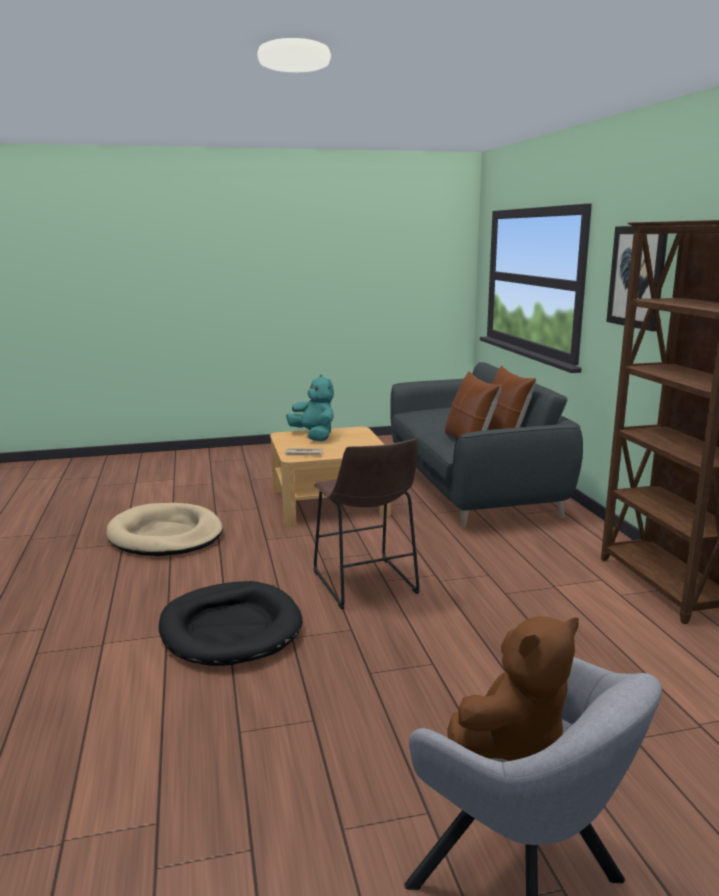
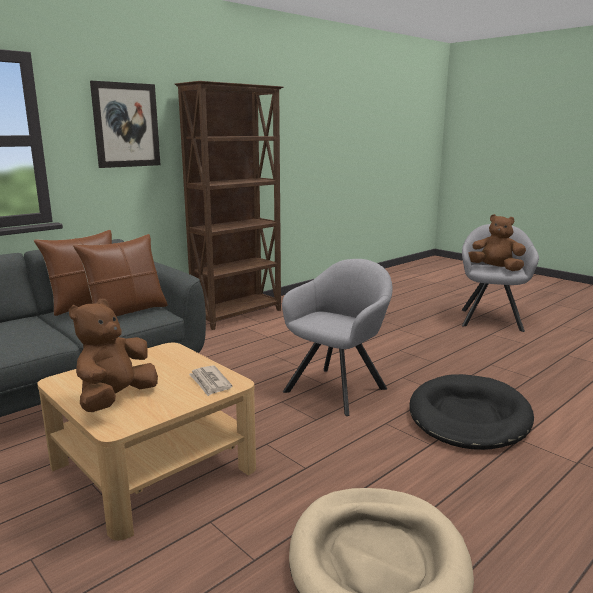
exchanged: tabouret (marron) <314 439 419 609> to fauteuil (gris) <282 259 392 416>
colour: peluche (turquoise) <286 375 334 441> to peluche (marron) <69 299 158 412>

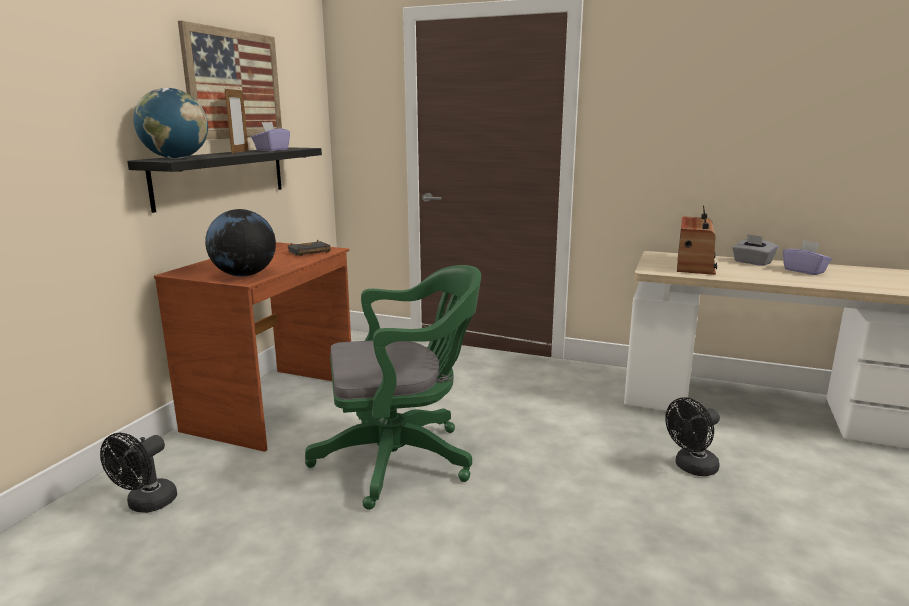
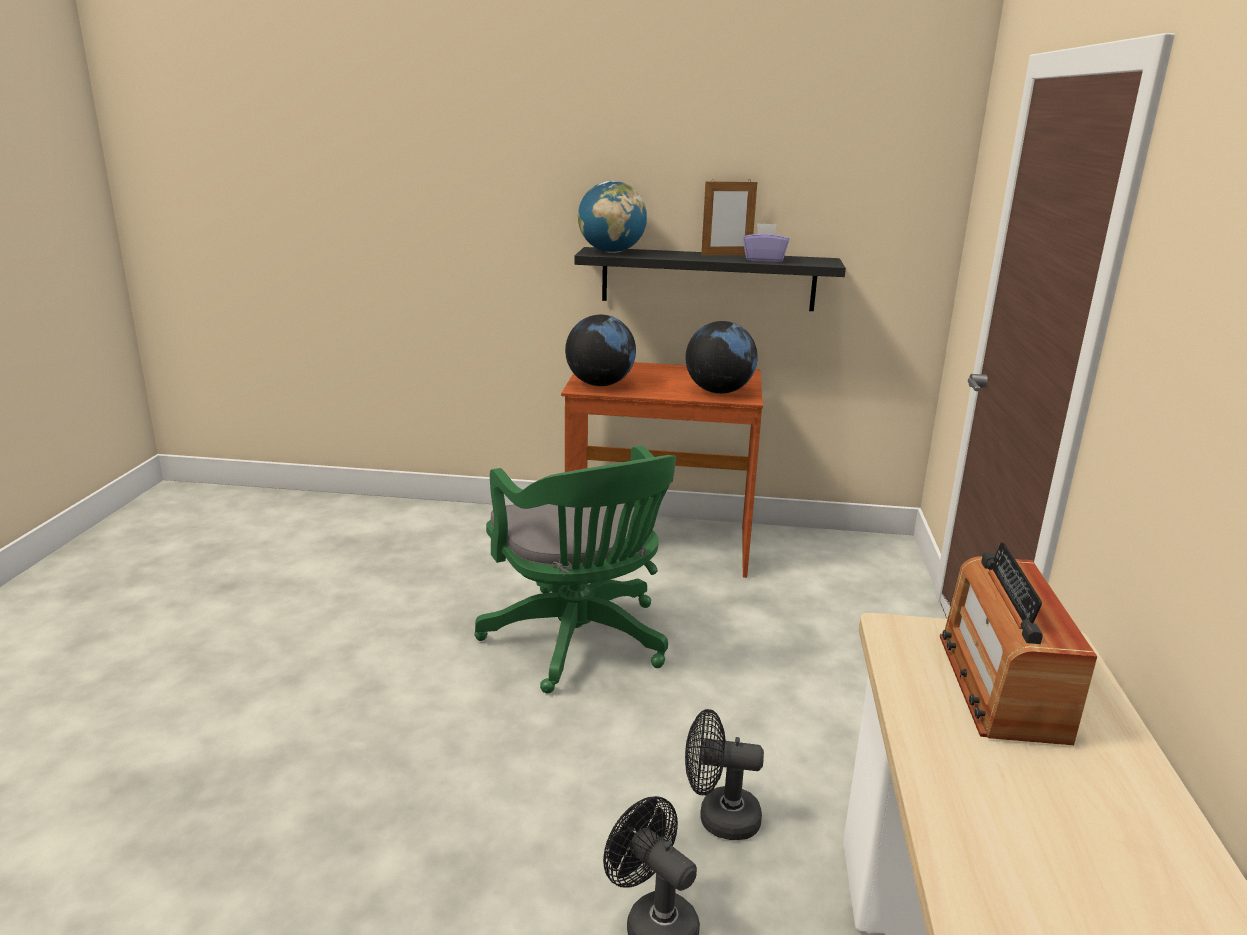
missing: tableau <178 21 282 140>; boîte à mouchoirs (gris) <732 234 778 266>; boîte à mouchoirs (violet) <783 240 832 275>
relocated: ventilateur (noir) <100 433 177 513> to <685 709 764 840>
exchanged: livre (noir) <287 240 331 256> to globe <686 321 758 394>
spun: radio <677 205 717 275> = <940 542 1097 745> 90 degrees clockwise

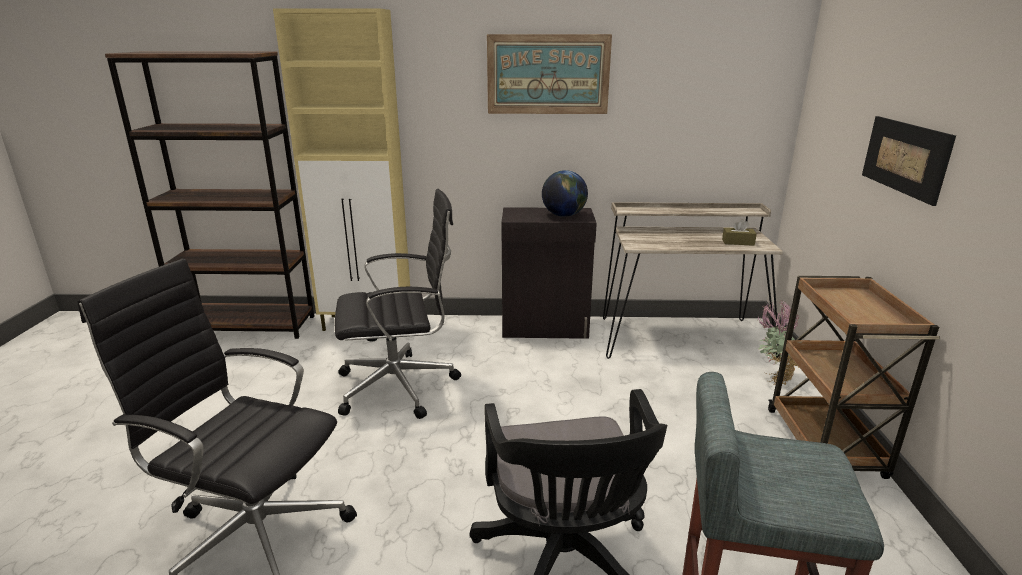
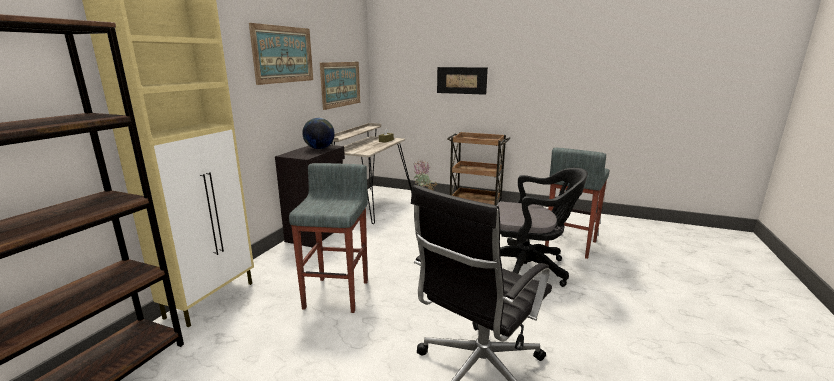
appeared: tableau <320 62 360 110>
exchanged: chaise de bureau (noir) <335 189 461 419> to tabouret (gris) <289 163 368 313>

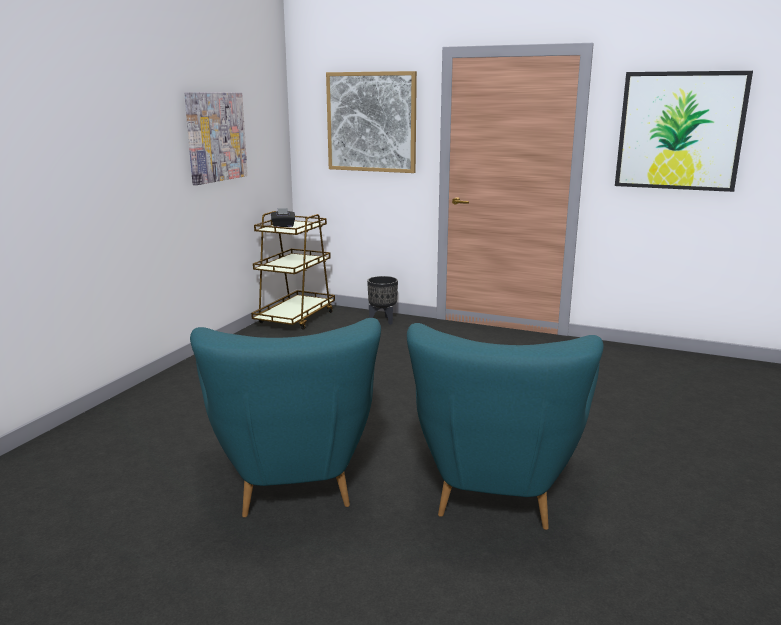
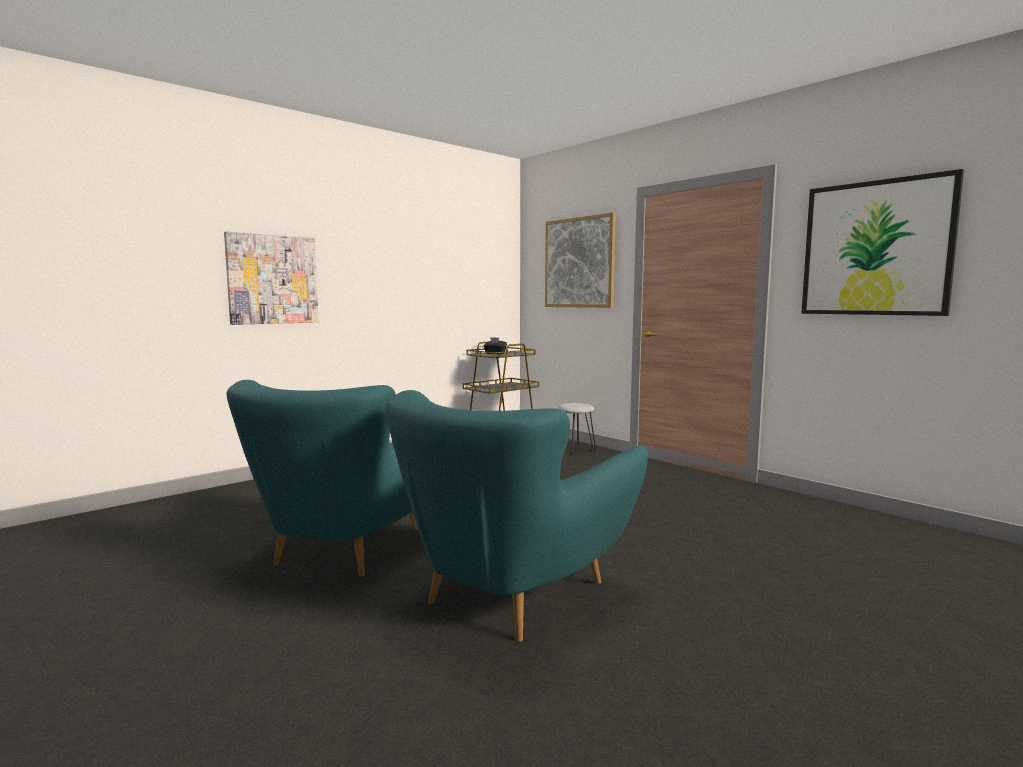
relocated: tableau <184 92 248 185> to <224 231 319 325>
exchanged: cache-pot (noir) <367 276 398 325> to tabouret (gris) <558 403 596 455>

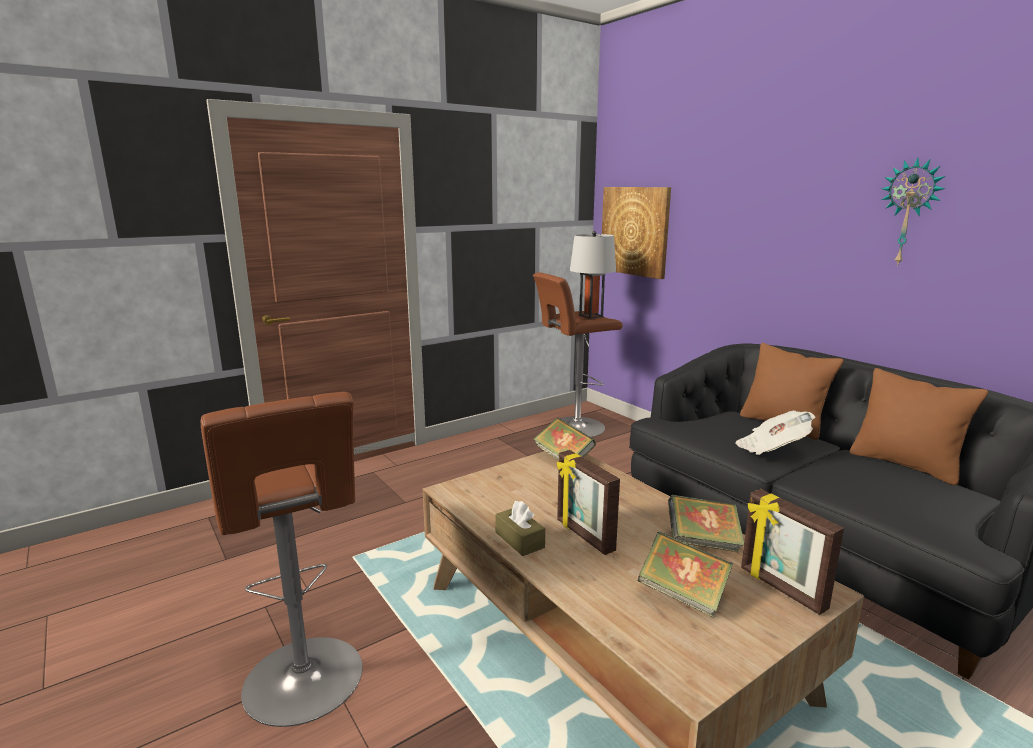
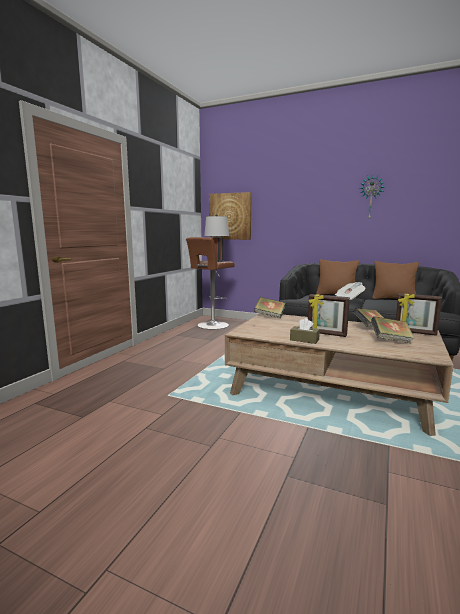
missing: tabouret (marron) <200 392 362 727>

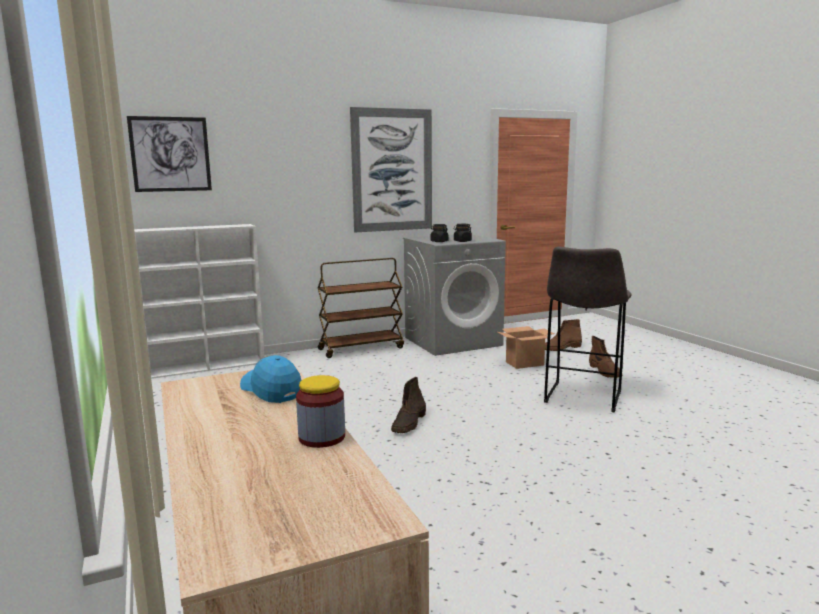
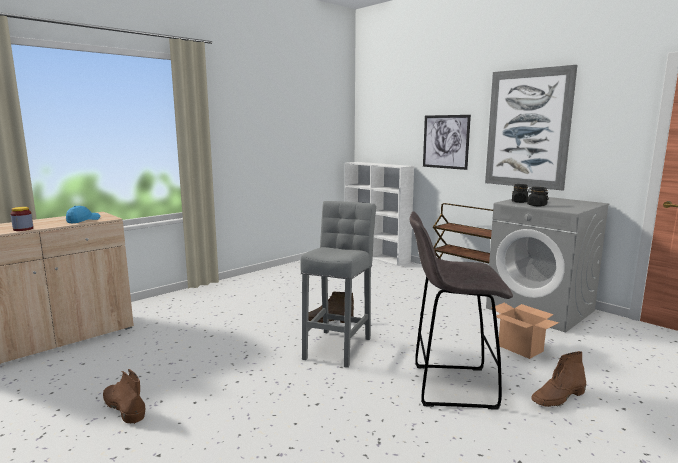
appeared: tabouret (gris) <300 201 376 368>
relocated: botte (marron) <545 319 582 351> to <103 369 145 424>; tableau <127 116 212 192> to <423 115 471 170>

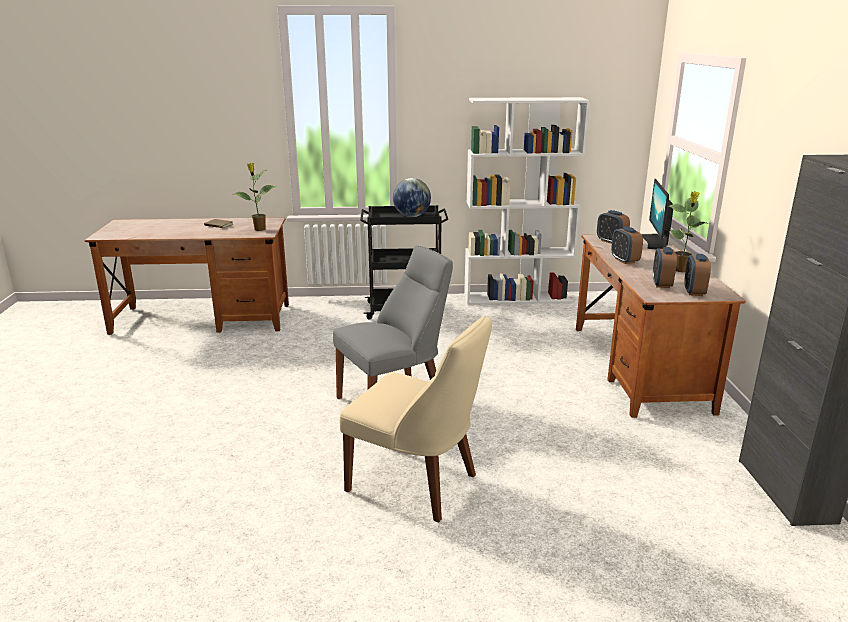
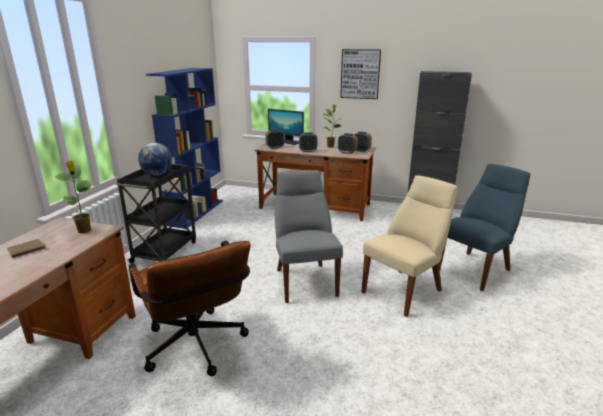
appeared: chaise de bureau (marron) <129 241 251 376>; tableau <340 49 381 99>; chaise (bleu) <439 164 530 291>
colour: bibliothèque (blanc) <464 97 590 305> to bibliothèque (bleu) <146 68 223 229>

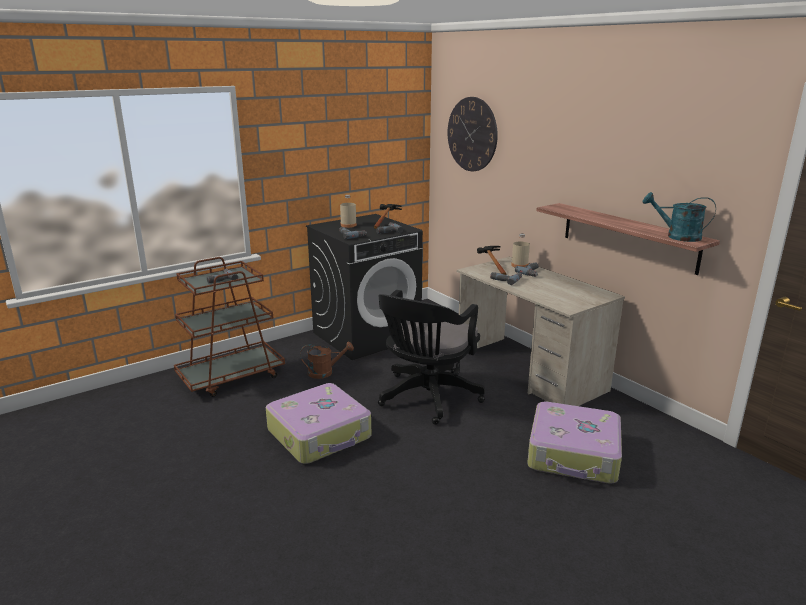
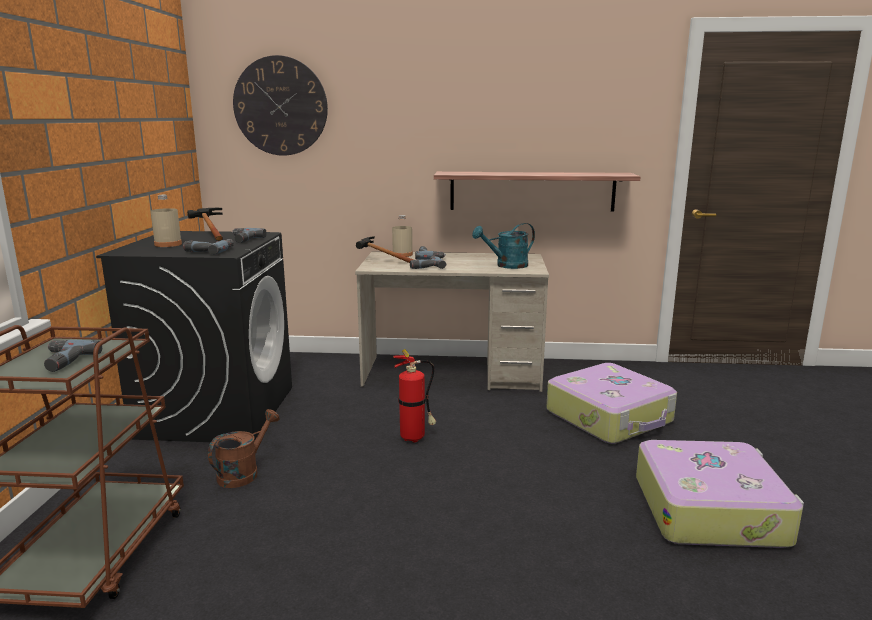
relocated: arrosoir (turquoise) <643 192 716 242> to <472 223 535 269>; valise <266 383 371 464> to <636 440 804 548>
exchanged: chaise de bureau (noir) <378 290 485 425> to extincteur <393 349 436 443>

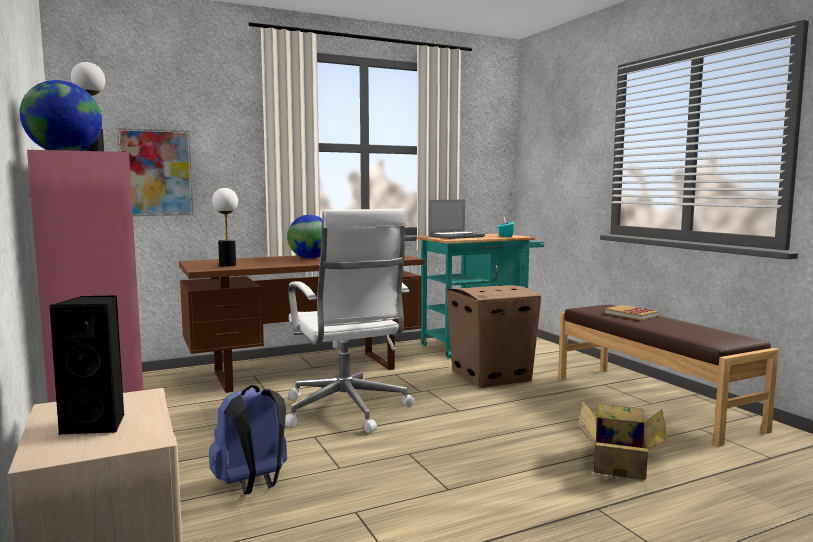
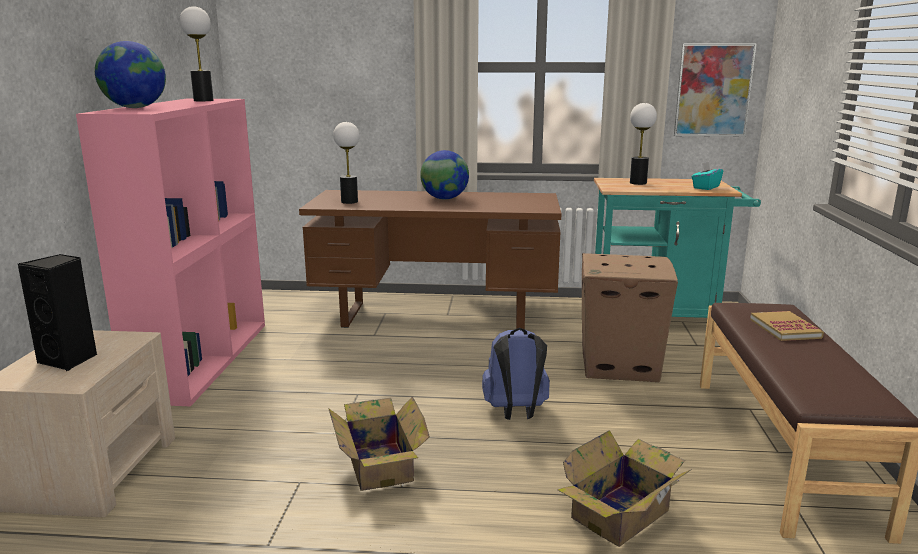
missing: chaise de bureau (blanc) <285 209 415 433>
appeared: carton <328 396 430 491>
relocated: sac à dos (bleu) <209 385 287 495> to <482 328 550 420>; tableau <117 128 193 216> to <674 43 757 137>
exchanged: ordinateur portable <428 200 485 239> to lampe de table <630 103 657 185>

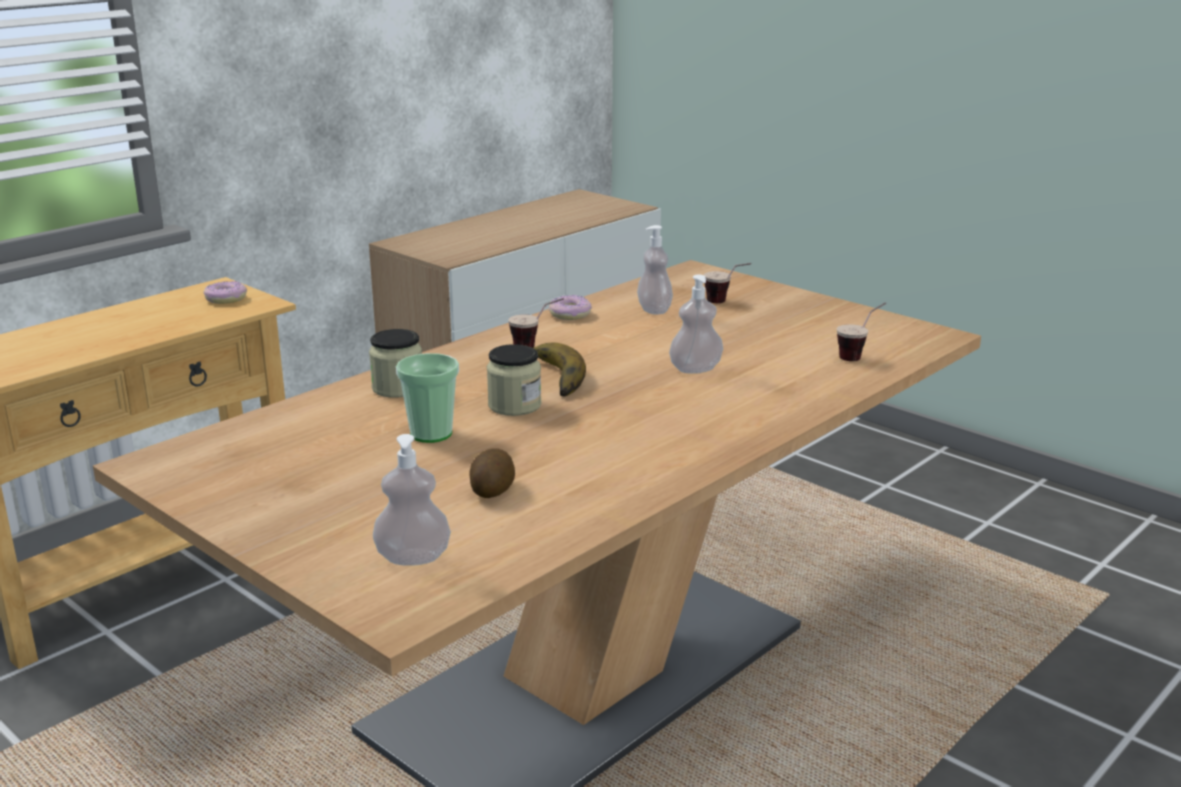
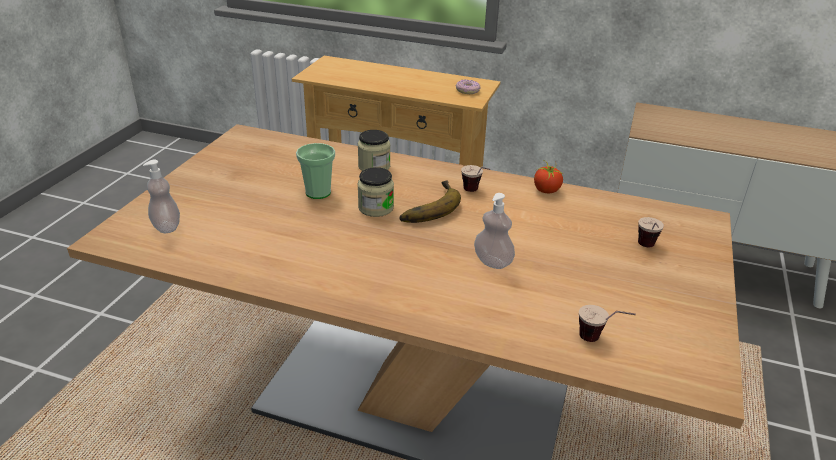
missing: pomme de terre <469 448 515 498>; distributeur de savon <637 225 673 314>
exchanged: beignet <549 295 592 320> to tomate <534 161 563 193>

